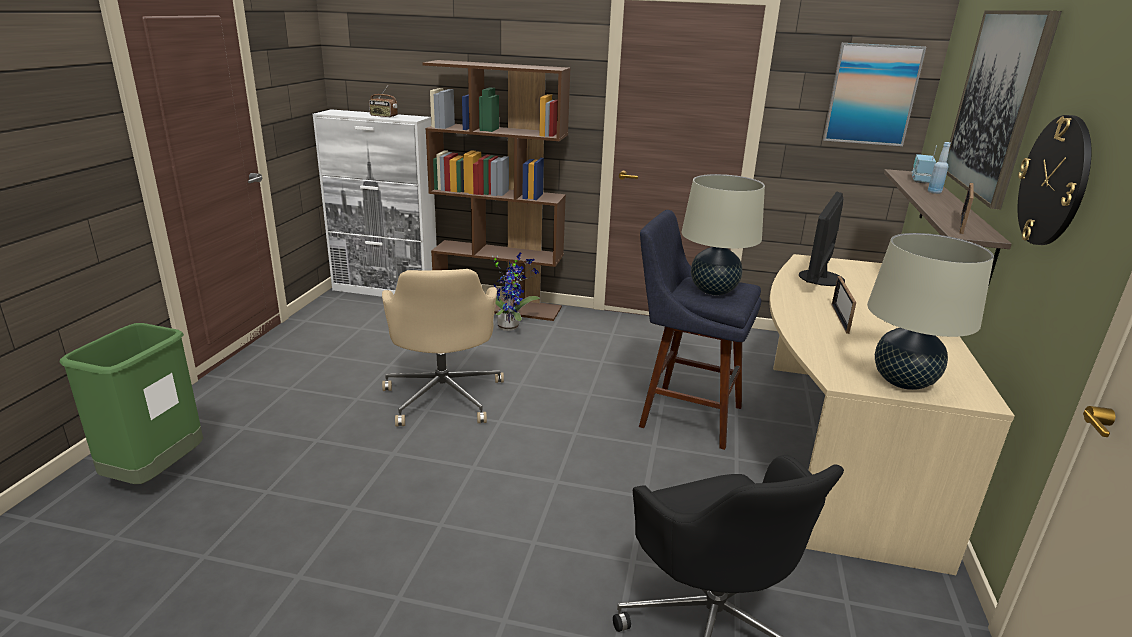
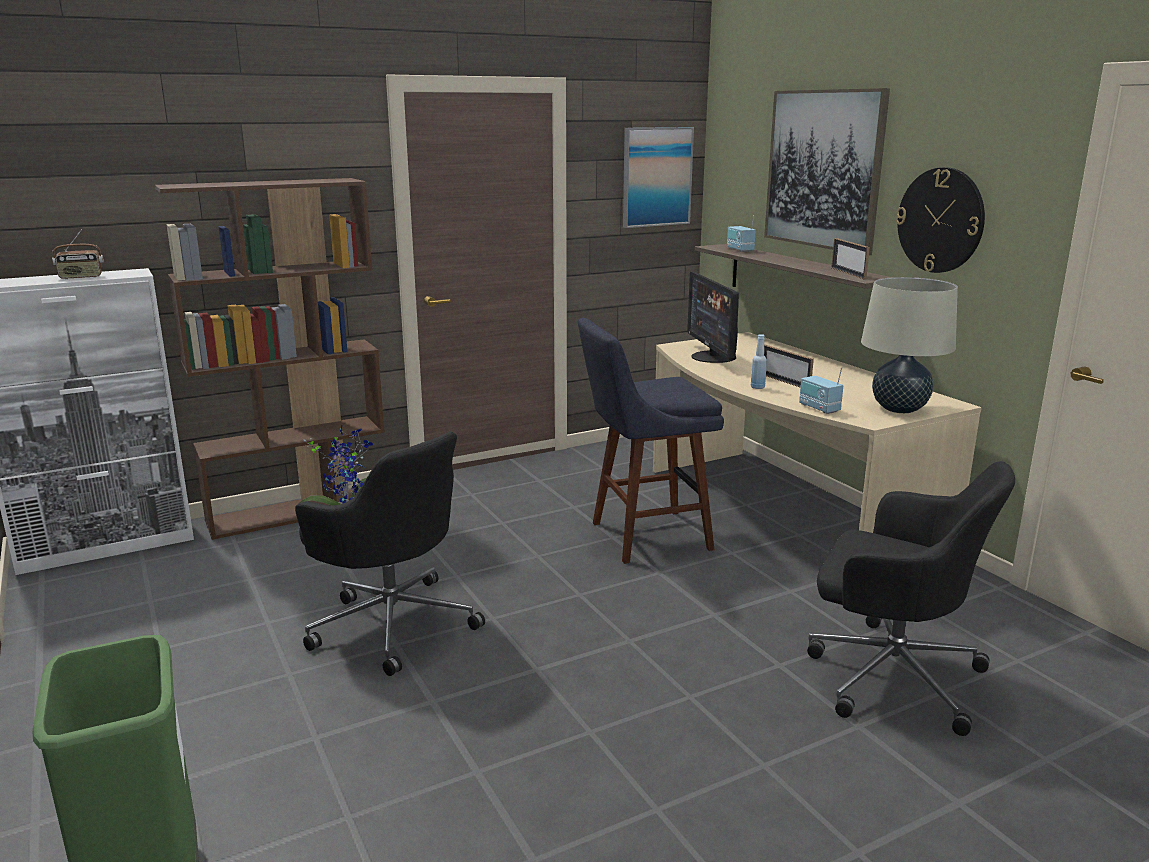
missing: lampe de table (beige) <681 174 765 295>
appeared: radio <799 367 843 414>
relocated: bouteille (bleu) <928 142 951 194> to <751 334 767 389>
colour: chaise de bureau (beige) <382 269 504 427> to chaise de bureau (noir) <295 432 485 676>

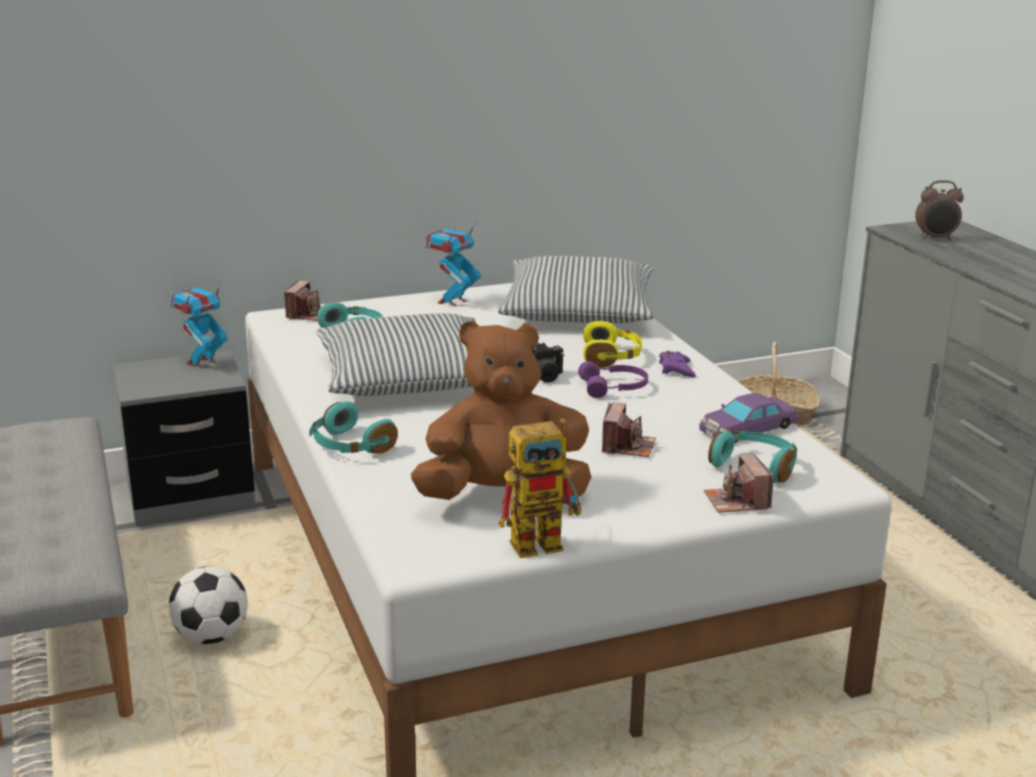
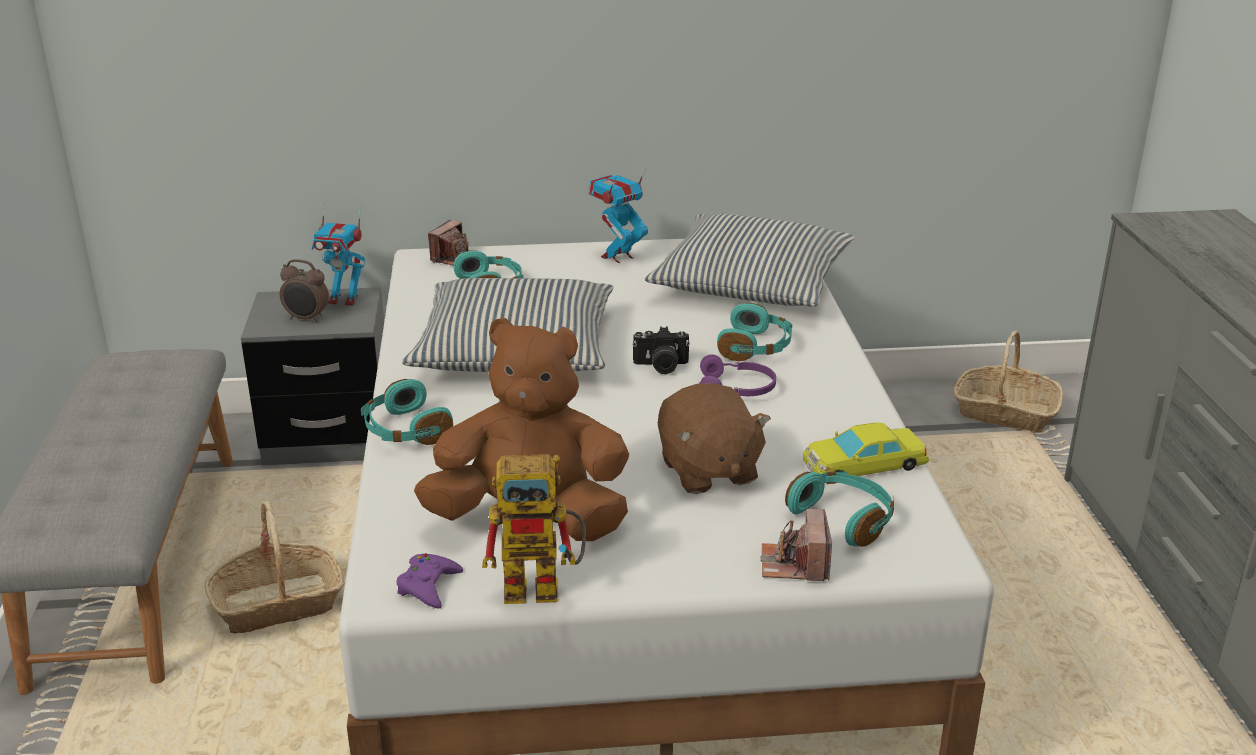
relocated: réveil <915 180 964 240> to <280 259 329 323>; manette (violet) <659 351 696 377> to <396 553 463 608>
exchanged: ballon de foot <169 566 248 644> to panier <205 501 345 634>; appareil photo <602 402 656 457> to peluche (marron) <658 383 771 494>
colour: casque audio (jaune) <583 321 642 367> to casque audio (turquoise) <717 303 792 361>; petite voiture (violet) <699 393 799 443> to petite voiture (jaune) <803 423 929 483>
spun: robot jouet <170 280 227 368> = <312 204 365 306> 135 degrees counterclockwise

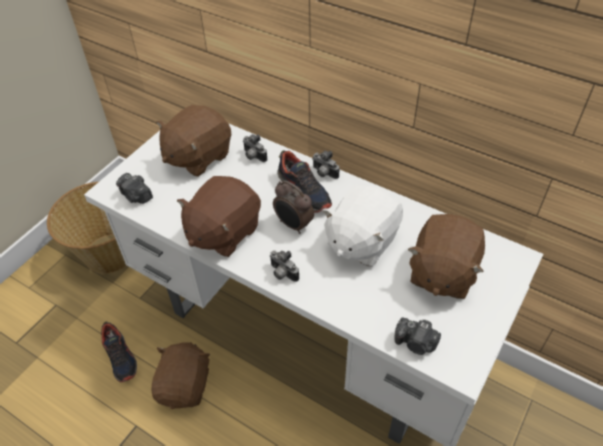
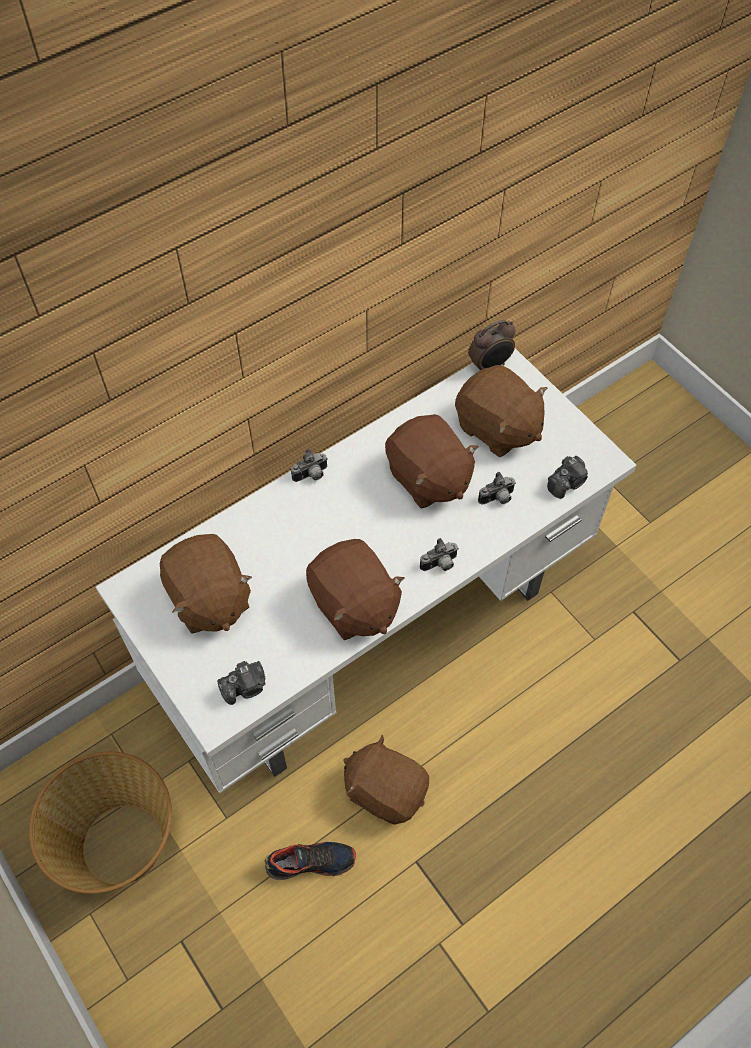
missing: chaussure <277 150 332 213>
relocated: réveil <273 181 314 234> to <468 320 516 370>; appareil photo <243 134 267 162> to <478 472 516 505>
colour: peluche (blanc) <322 184 403 267> to peluche (marron) <385 414 479 509>

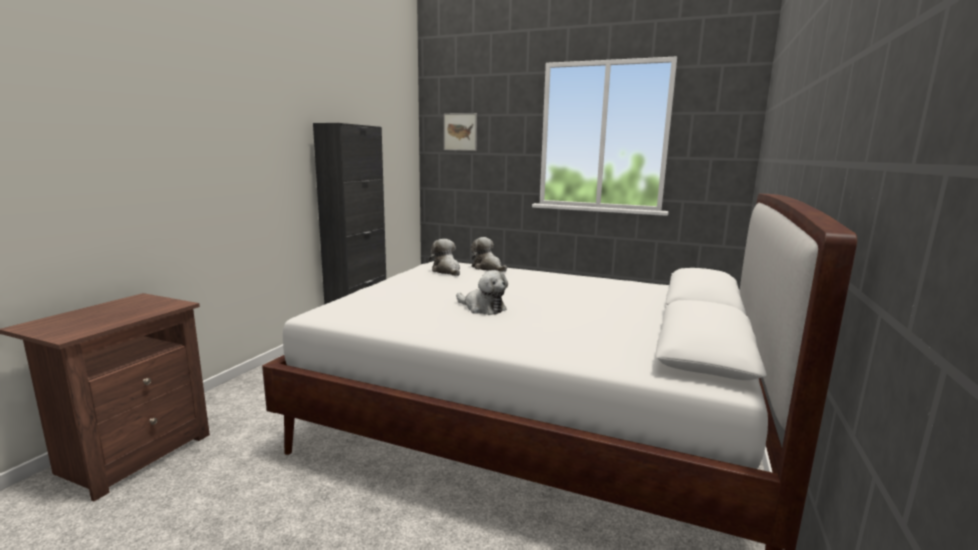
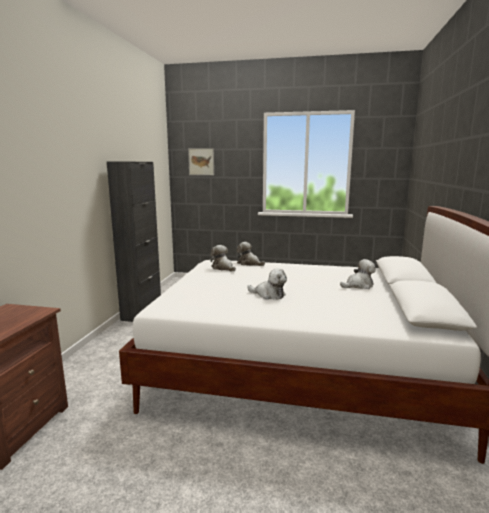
appeared: peluche <340 259 376 289>

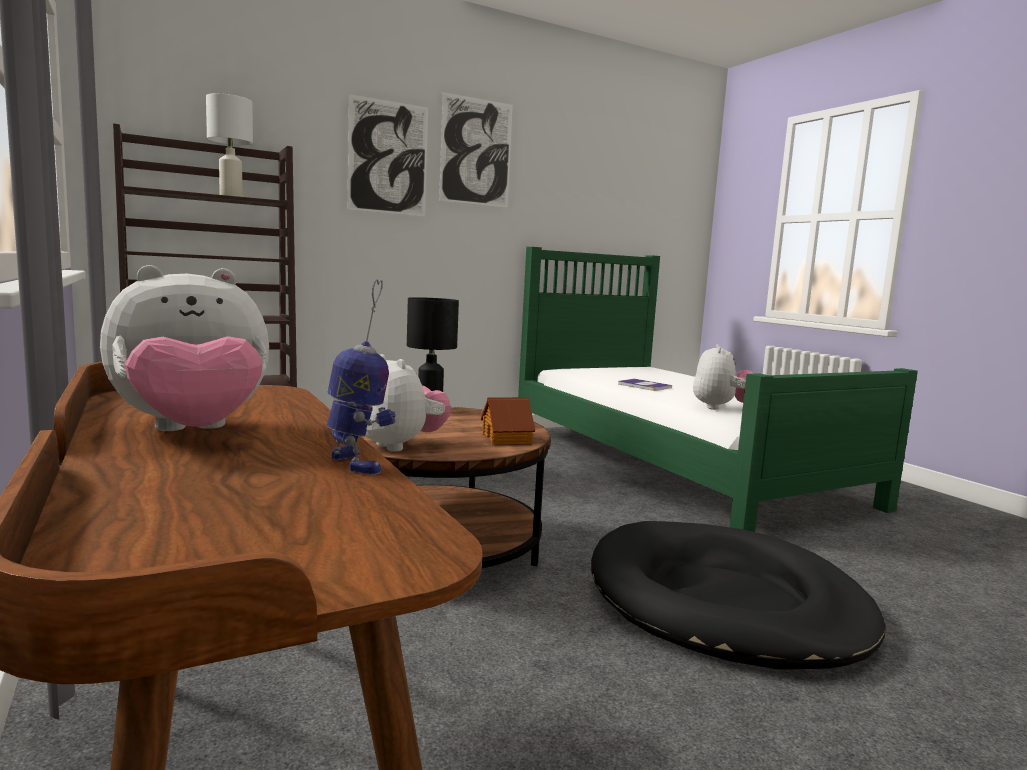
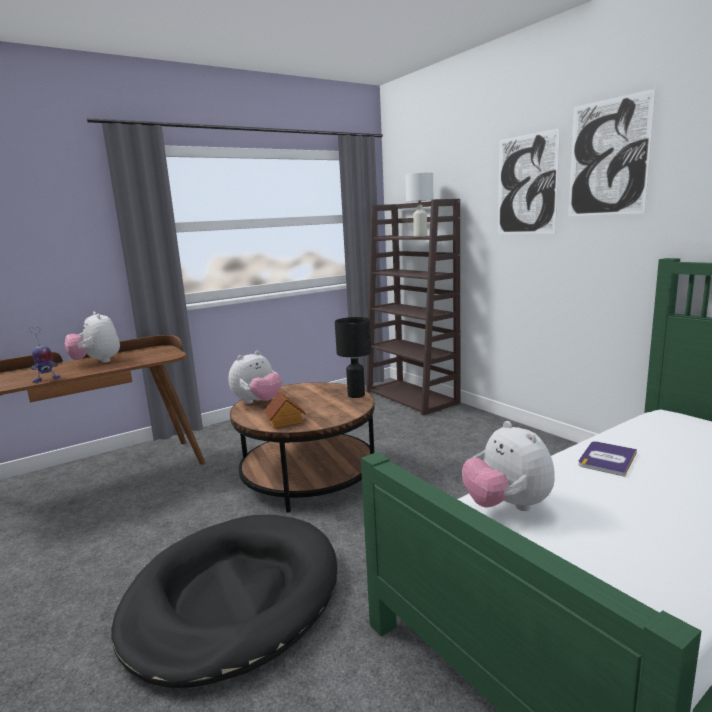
spun: peluche <693 344 753 410> = <462 421 555 511> 60 degrees clockwise

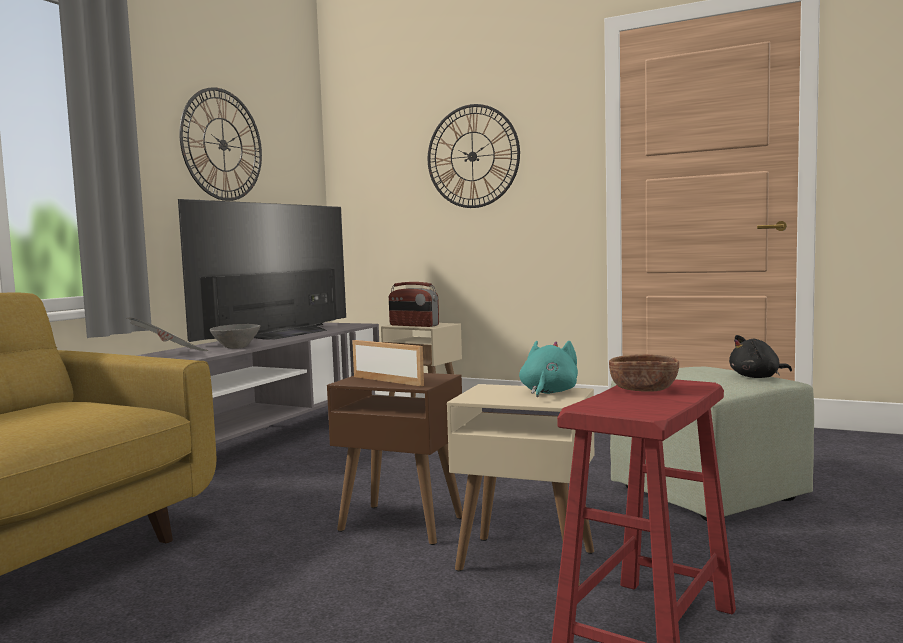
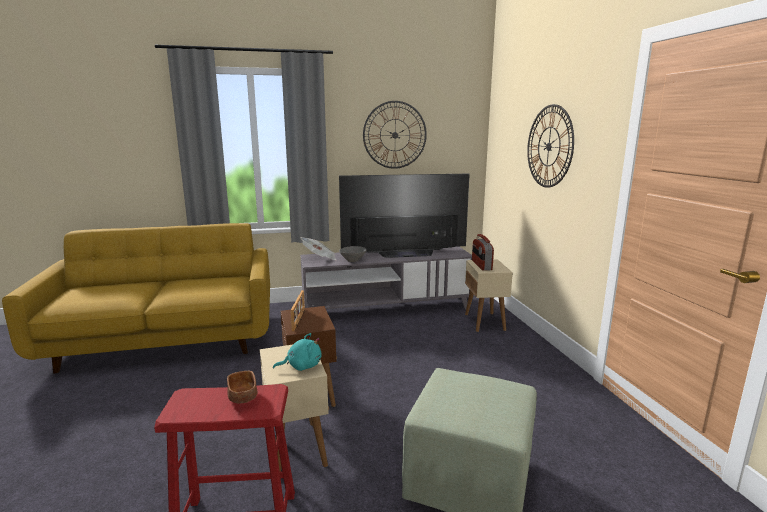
missing: peluche (noir) <729 335 792 378>

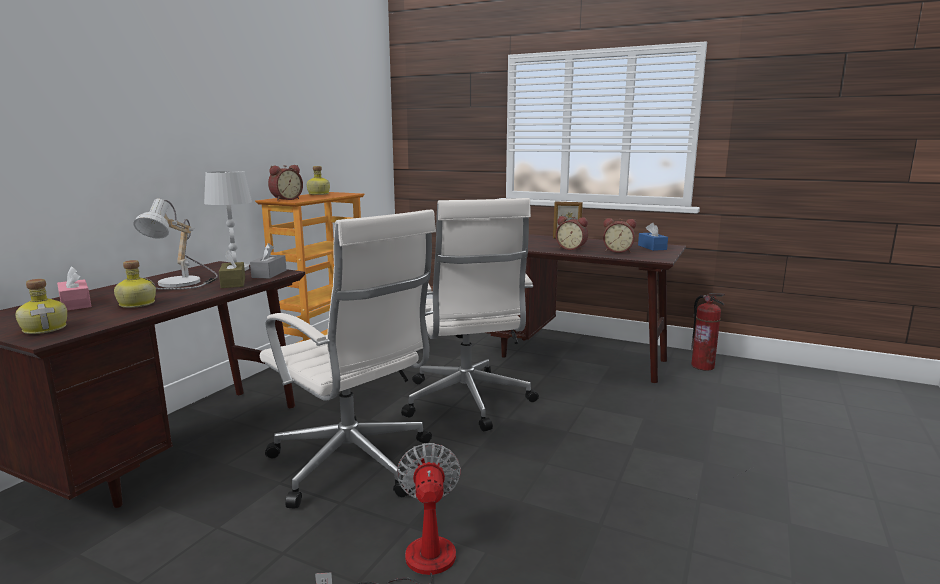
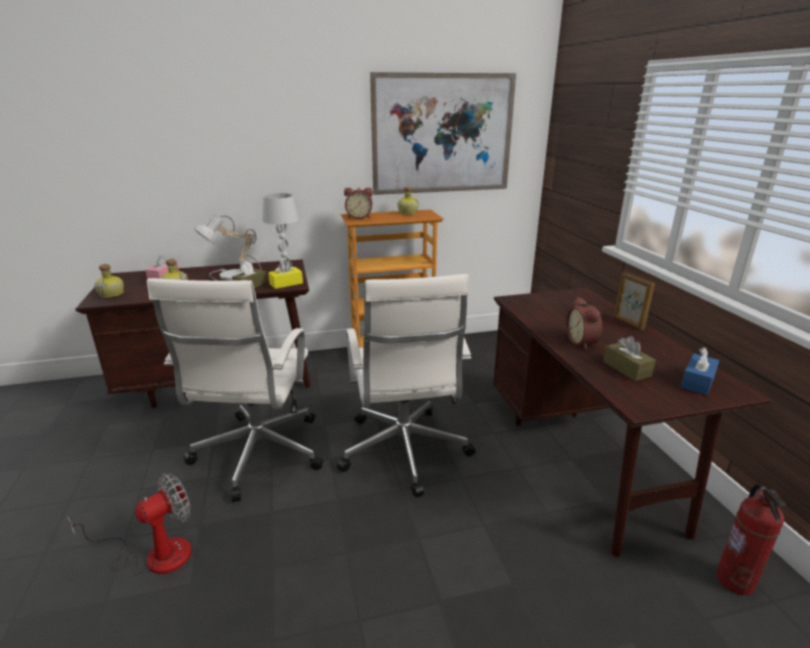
appeared: tableau <370 72 516 195>
exchanged: réveil <603 218 636 253> to boîte à mouchoirs (marron) <603 336 656 381>
colour: boîte à mouchoirs (gris) <250 243 286 279> to boîte à mouchoirs (jaune) <268 260 303 289>
spun: chaise de bureau (blanc) <401 198 539 431> = <337 274 476 497> 45 degrees counterclockwise

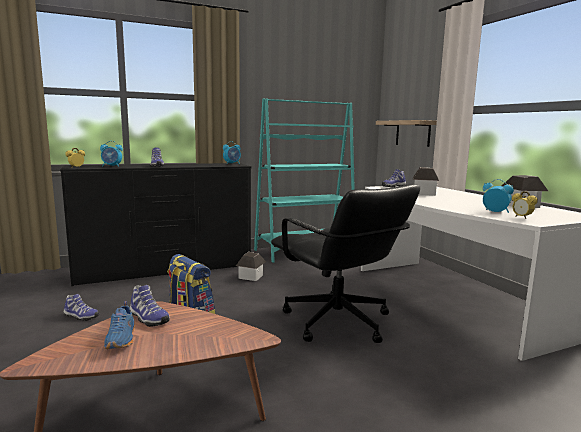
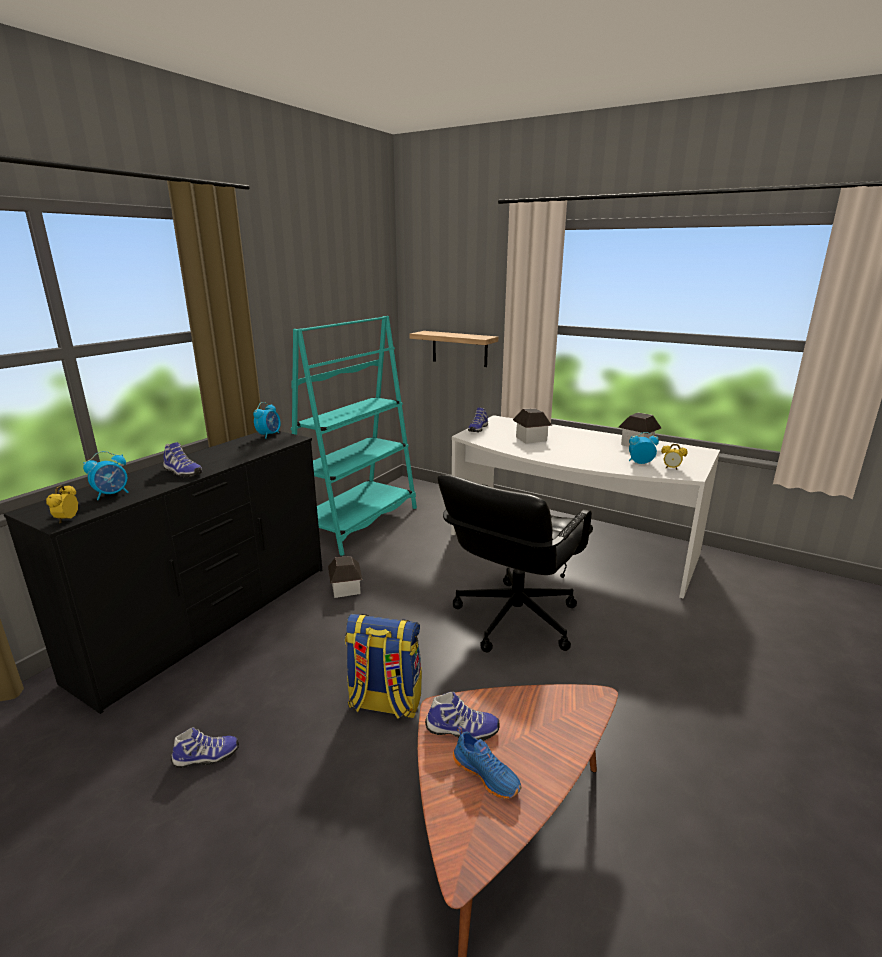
spun: chaise de bureau (noir) <271 184 420 343> = <437 475 593 652> 105 degrees clockwise

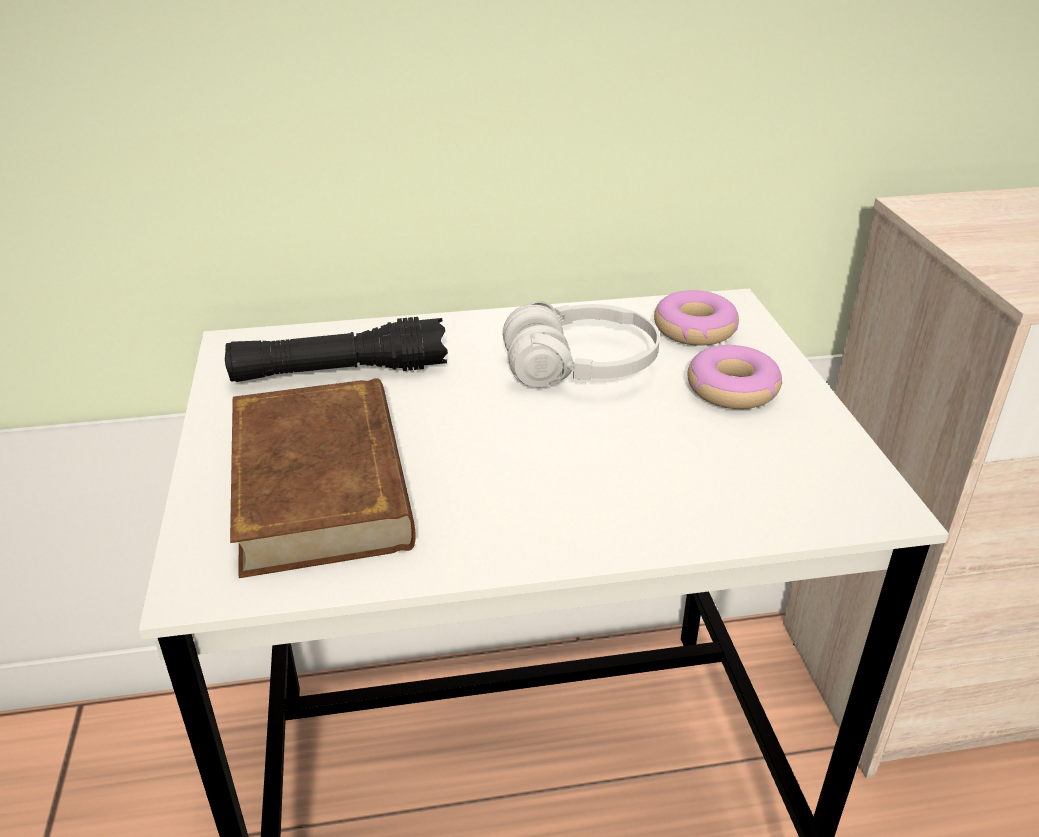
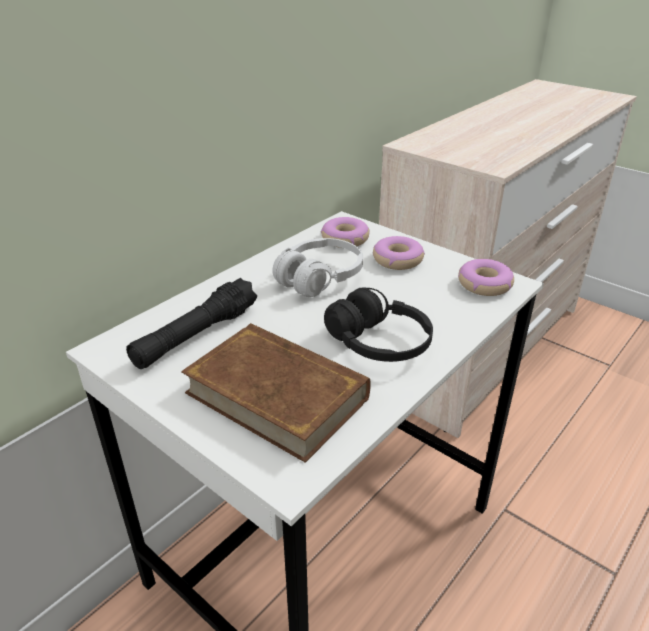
appeared: casque audio (noir) <324 287 433 362>; beignet <458 259 514 296>

